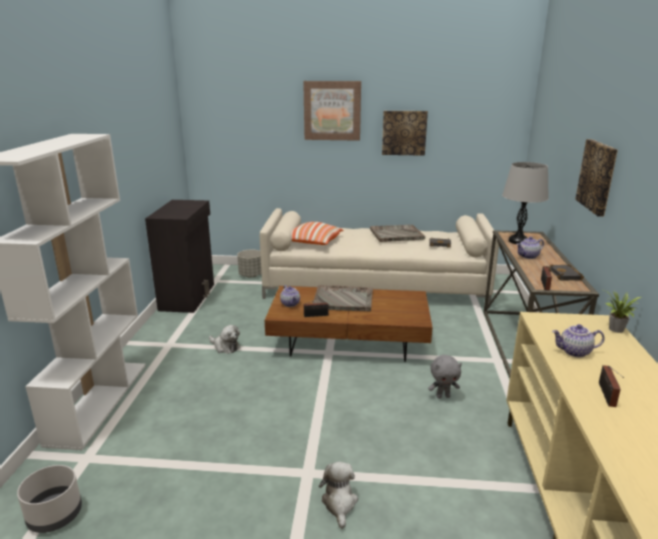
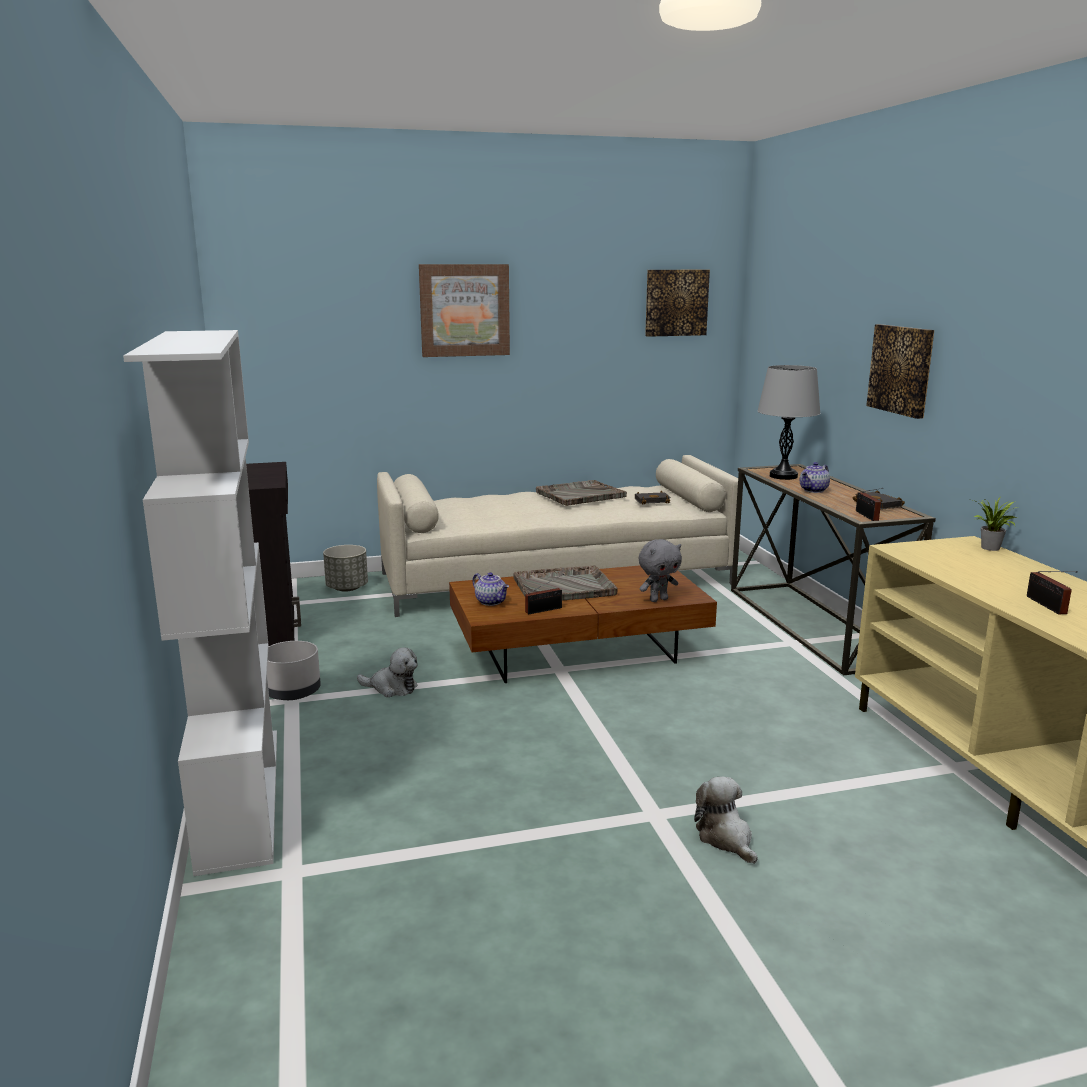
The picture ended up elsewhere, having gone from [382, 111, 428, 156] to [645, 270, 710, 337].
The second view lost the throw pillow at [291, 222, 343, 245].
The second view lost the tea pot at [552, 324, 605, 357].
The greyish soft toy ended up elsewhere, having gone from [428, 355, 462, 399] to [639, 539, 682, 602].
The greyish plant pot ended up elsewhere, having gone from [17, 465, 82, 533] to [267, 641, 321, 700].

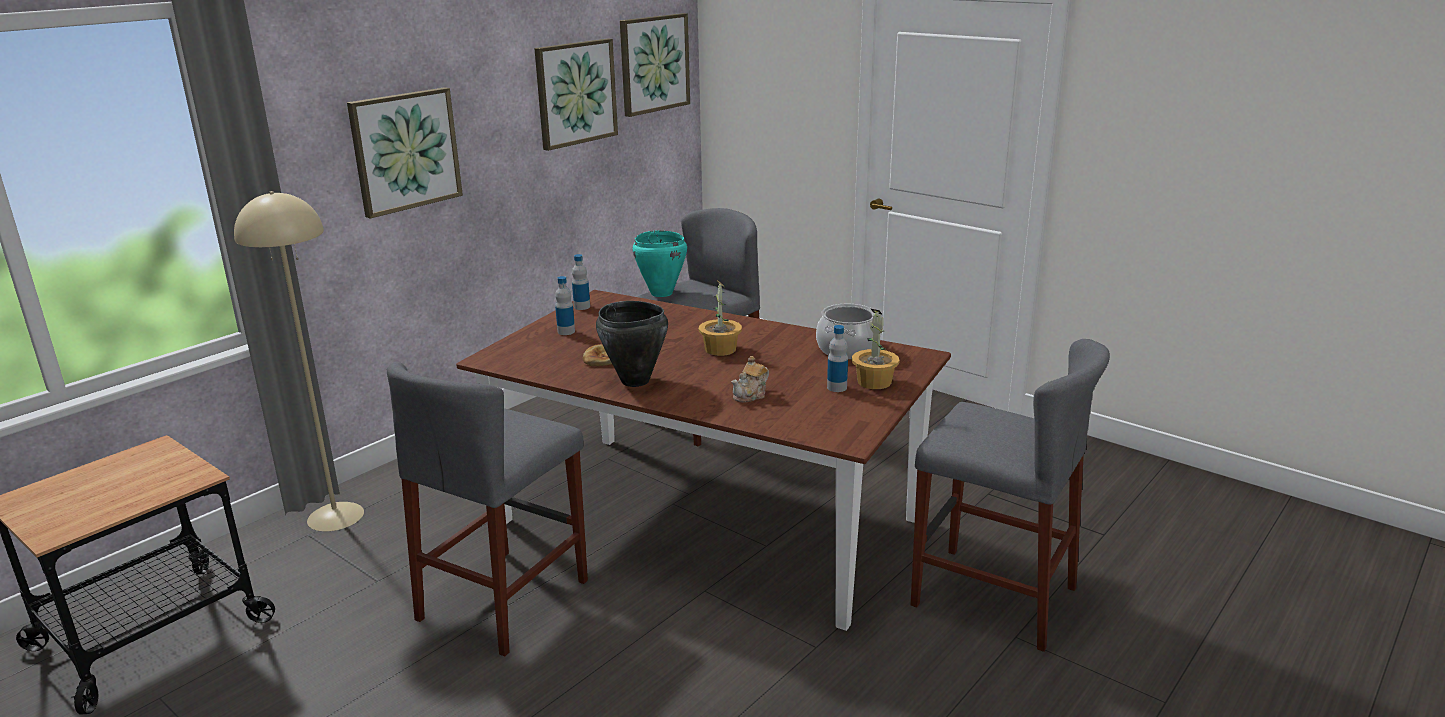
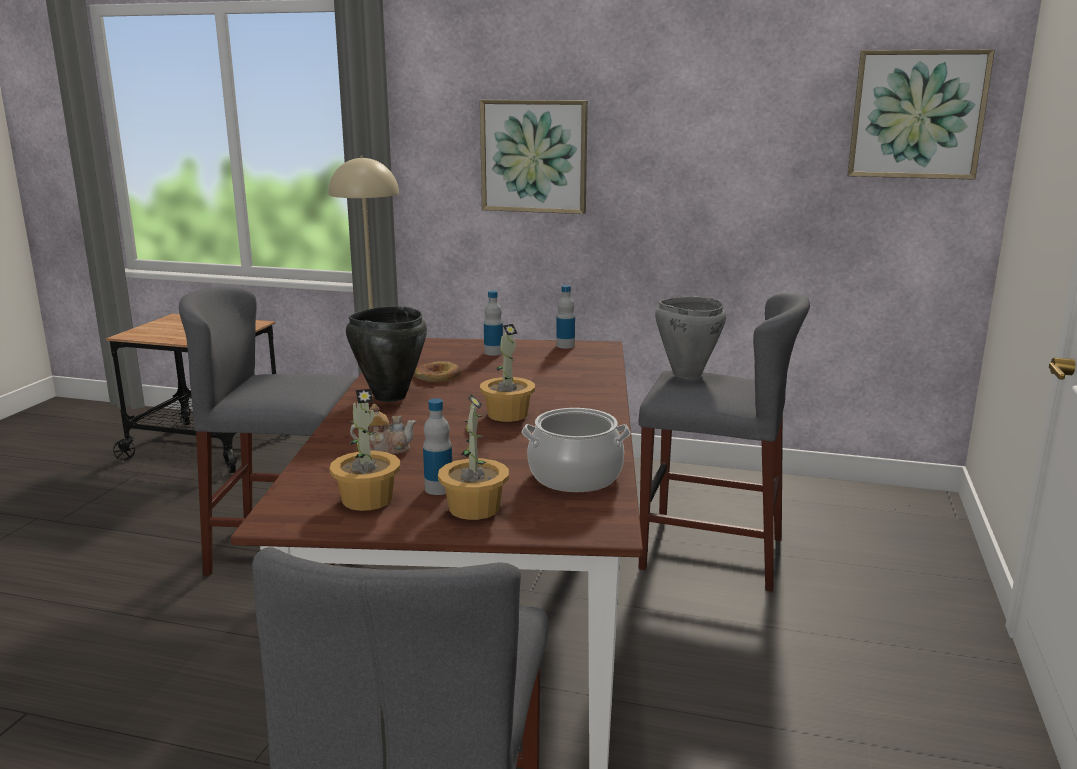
The second view lost the picture at [534, 38, 618, 151].
What was the turquoise-coloured cooking pot at [632, 230, 687, 297] turned into the greyish cooking pot at [655, 297, 726, 379].
The tea pot at [731, 356, 769, 403] ended up facing another way, 150 degrees clockwise from before.
The second view gained the houseplant at [329, 389, 400, 511].

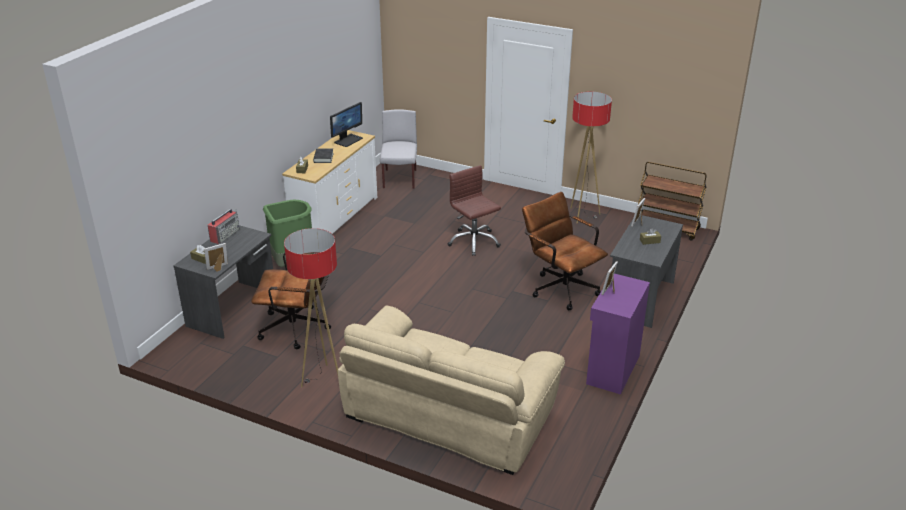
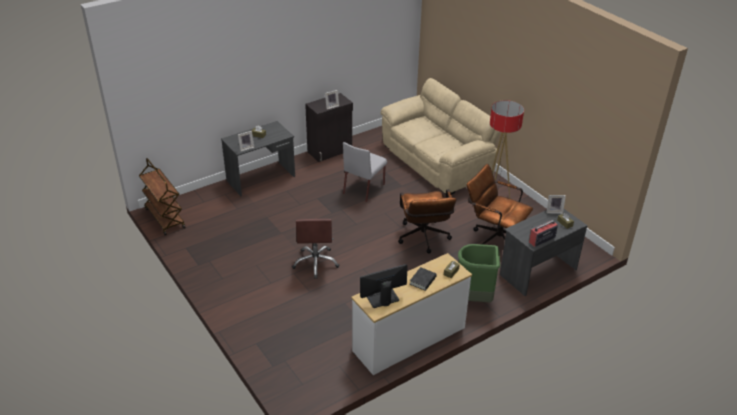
The second view lost the floor lamp at [570, 92, 612, 224].
The greyish chair ended up elsewhere, having gone from [380, 109, 417, 189] to [343, 142, 387, 202].
The brown-coloured office chair ended up elsewhere, having gone from [522, 192, 608, 310] to [398, 189, 456, 254].
What was the purplish cabinet at [586, 273, 650, 394] turned into the black cabinet at [305, 93, 353, 162].

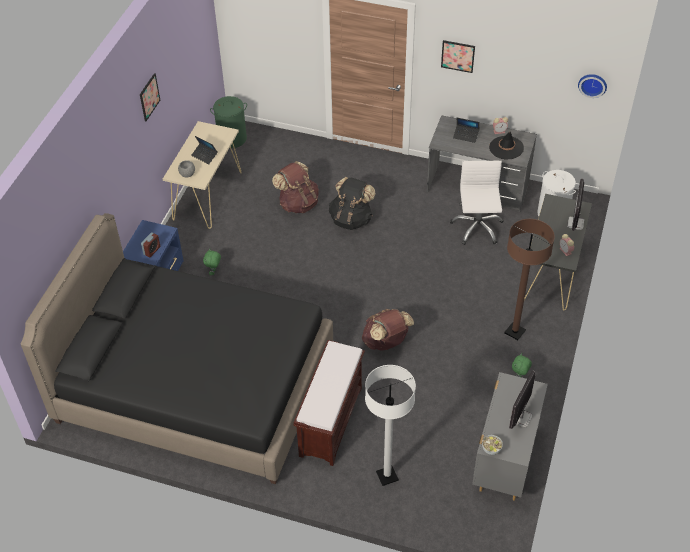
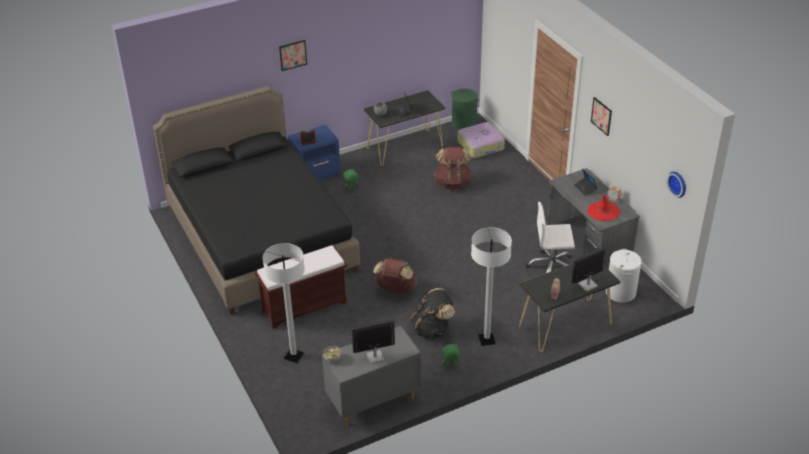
The picture ended up elsewhere, having gone from [140, 73, 160, 121] to [279, 40, 307, 71].
What was the beige narrow table at [163, 121, 242, 229] turned into the black narrow table at [364, 90, 445, 166].
What was the black wearable hat at [489, 131, 524, 159] turned into the red wearable hat at [587, 195, 620, 221].
The white-coloured office chair at [450, 161, 504, 245] ended up facing another way, 135 degrees counterclockwise from before.
The black rucksack ended up elsewhere, having gone from [329, 177, 376, 230] to [410, 288, 455, 339].
What was the brown-coloured floor lamp at [504, 219, 555, 340] turned into the white-coloured floor lamp at [471, 227, 512, 346].
The second view gained the travel case at [458, 122, 505, 158].

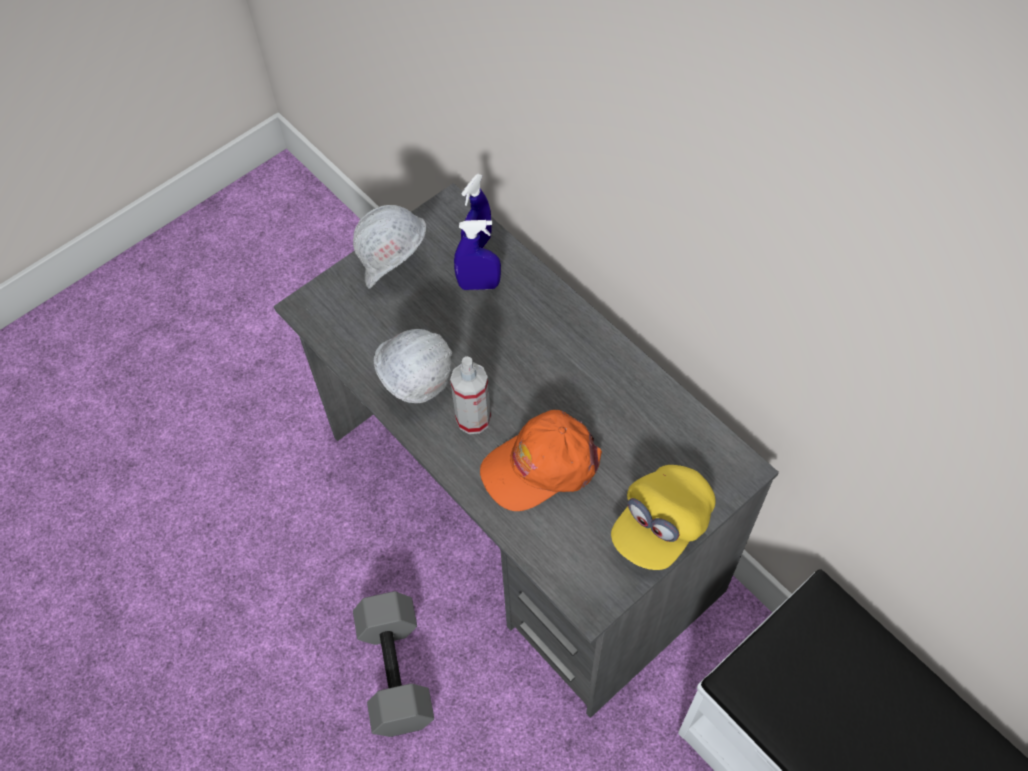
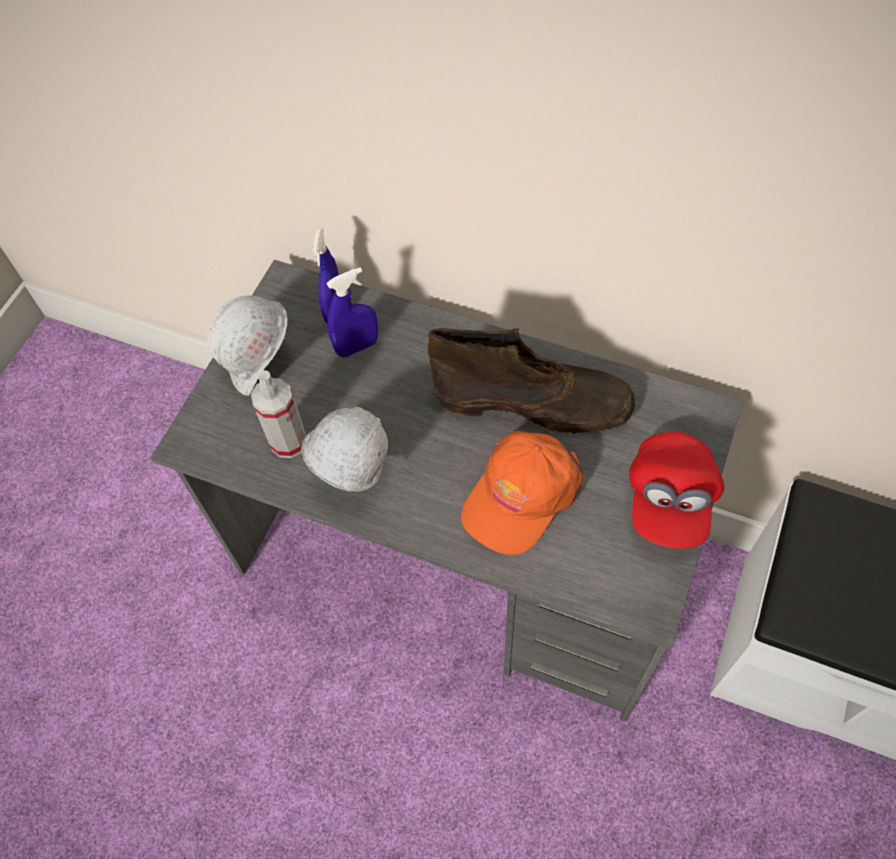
The hand sprayer ended up elsewhere, having gone from [450, 356, 491, 434] to [251, 370, 306, 458].
What was the yellowish cap at [611, 465, 715, 570] turned into the red cap at [629, 431, 724, 549].
The second view lost the greyish hand weight at [353, 591, 434, 737].
The second view gained the brown-coloured high-top boot at [428, 328, 635, 434].

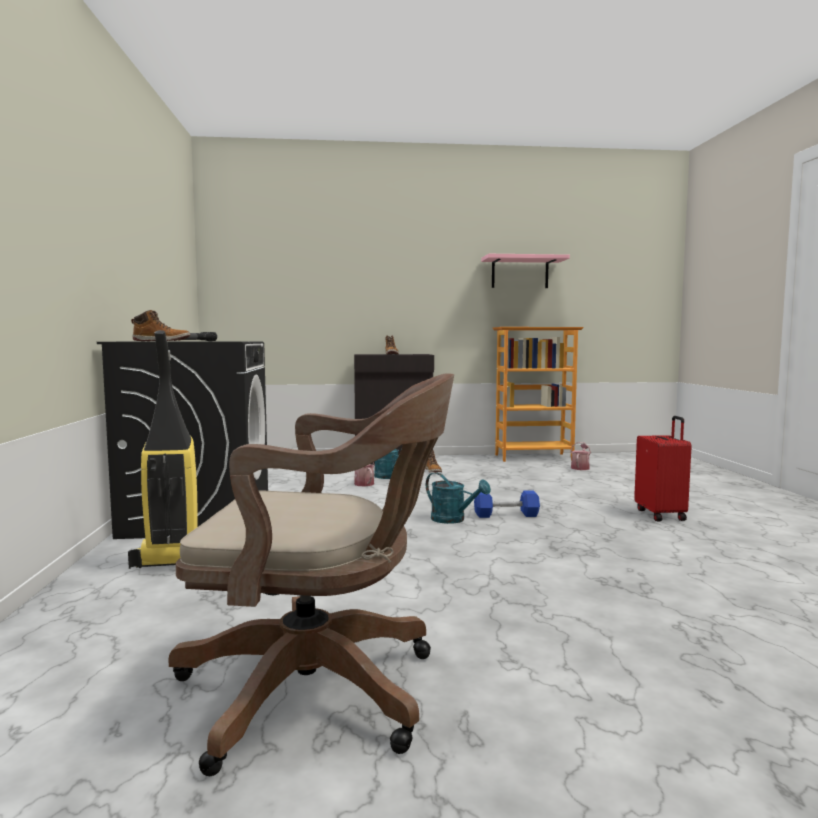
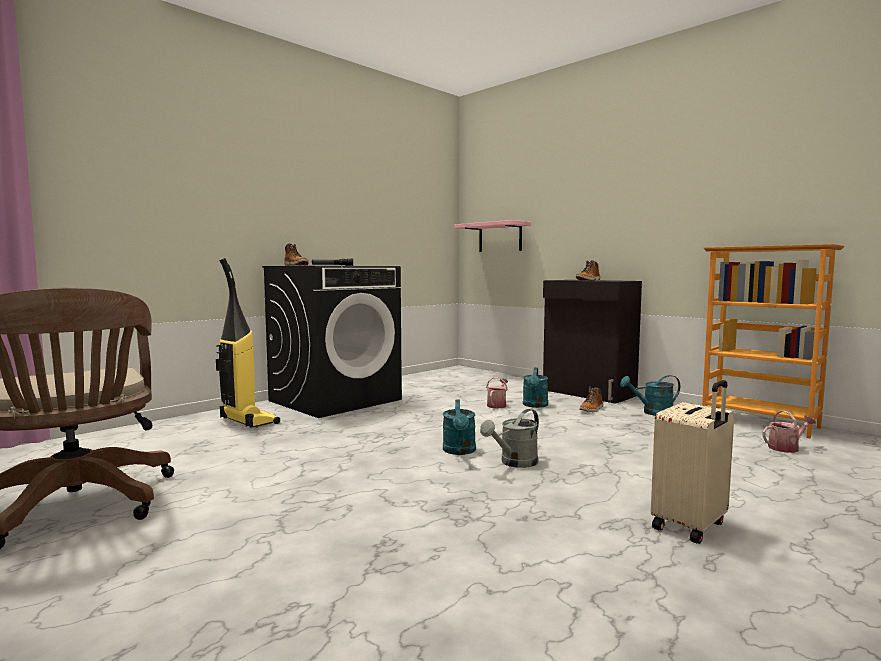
The pink bracket shelf ended up elsewhere, having gone from [481, 254, 570, 288] to [454, 220, 531, 252].
What was the red travel case at [634, 416, 692, 521] turned into the beige travel case at [651, 380, 734, 544].
Where the blue hand weight stood at [474, 490, 540, 518], the greyish watering can came to stand at [480, 409, 539, 468].
The second view gained the turquoise-coloured watering can at [620, 375, 680, 416].

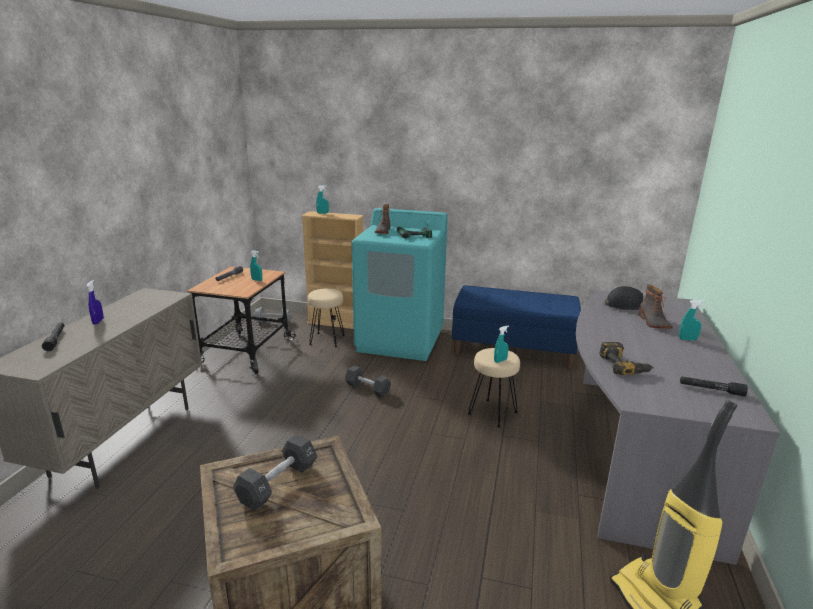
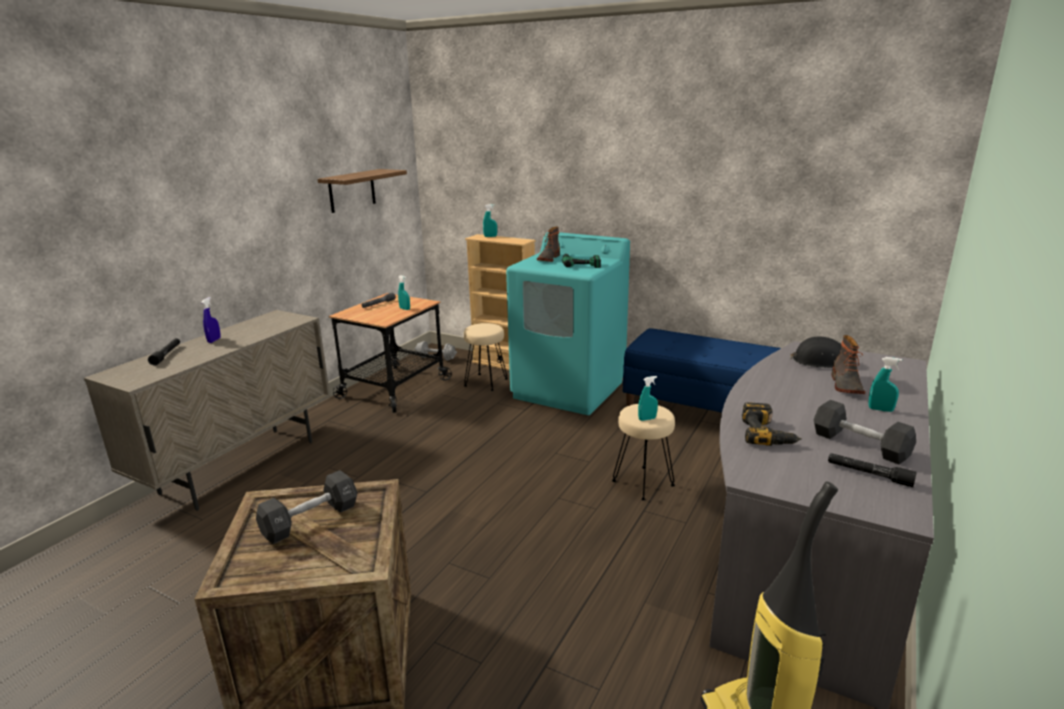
The black hand weight ended up elsewhere, having gone from [345, 365, 391, 397] to [814, 400, 916, 464].
The second view gained the bracket shelf at [318, 169, 407, 213].

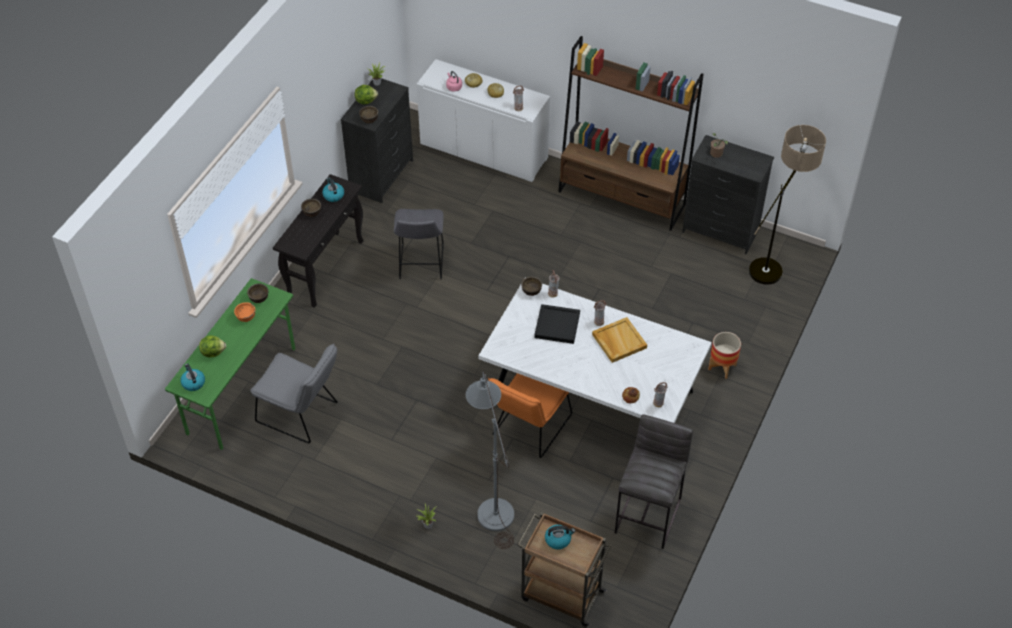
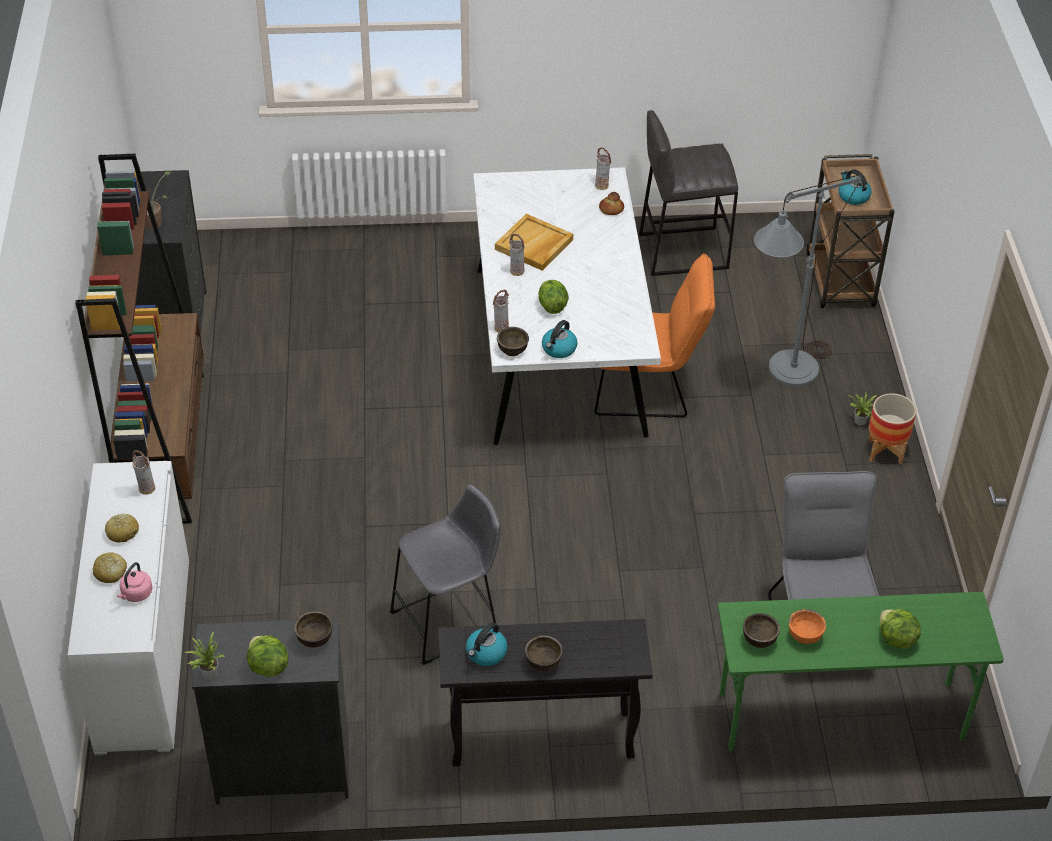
The second view lost the floor lamp at [749, 125, 826, 285].
Where the black serving tray stood at [534, 304, 580, 344], the lettuce head came to stand at [538, 280, 569, 314].
The plant pot ended up elsewhere, having gone from [708, 332, 741, 379] to [869, 393, 916, 464].
The kettle ended up elsewhere, having gone from [180, 364, 205, 391] to [542, 320, 578, 358].

